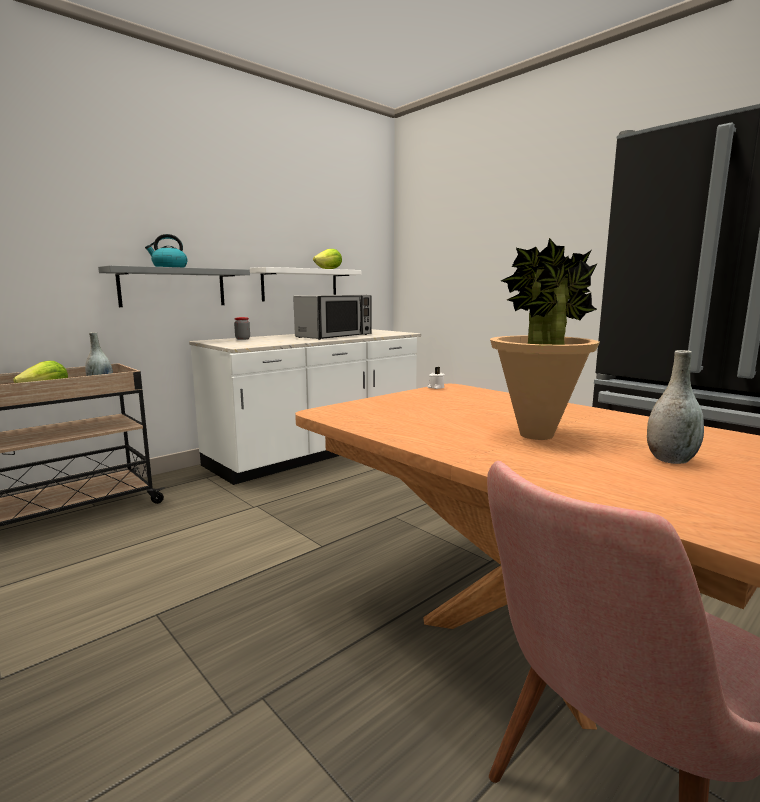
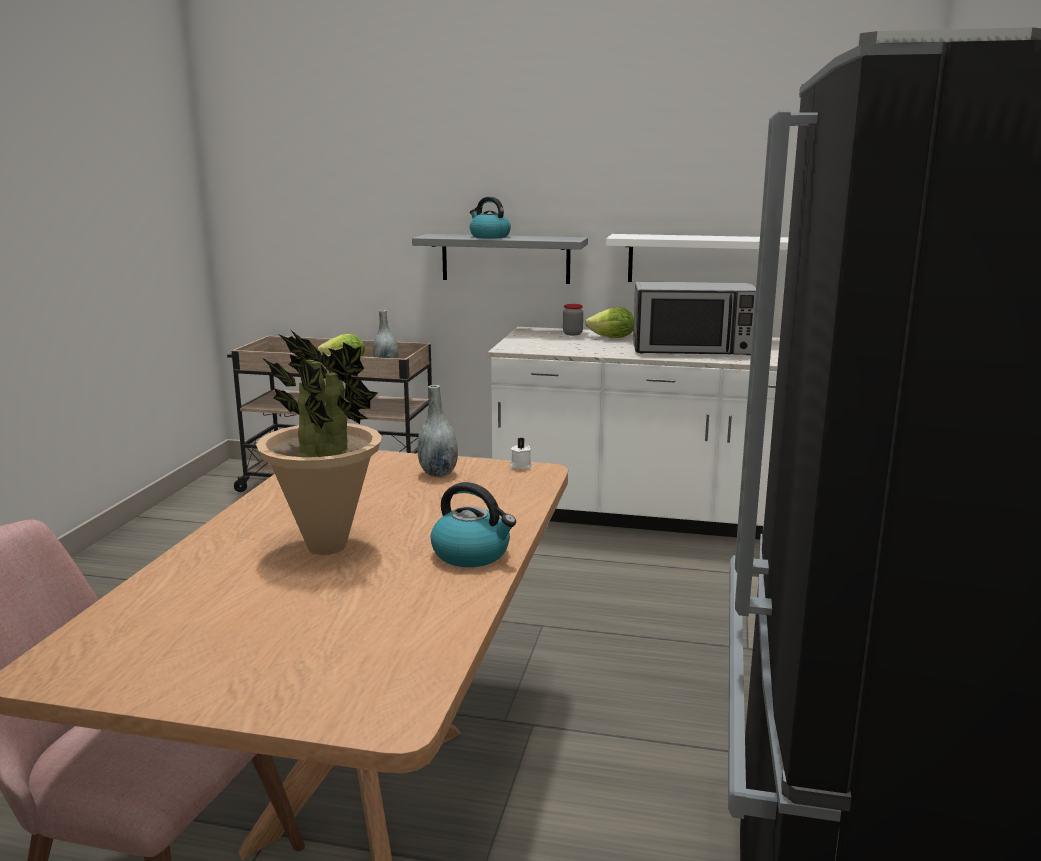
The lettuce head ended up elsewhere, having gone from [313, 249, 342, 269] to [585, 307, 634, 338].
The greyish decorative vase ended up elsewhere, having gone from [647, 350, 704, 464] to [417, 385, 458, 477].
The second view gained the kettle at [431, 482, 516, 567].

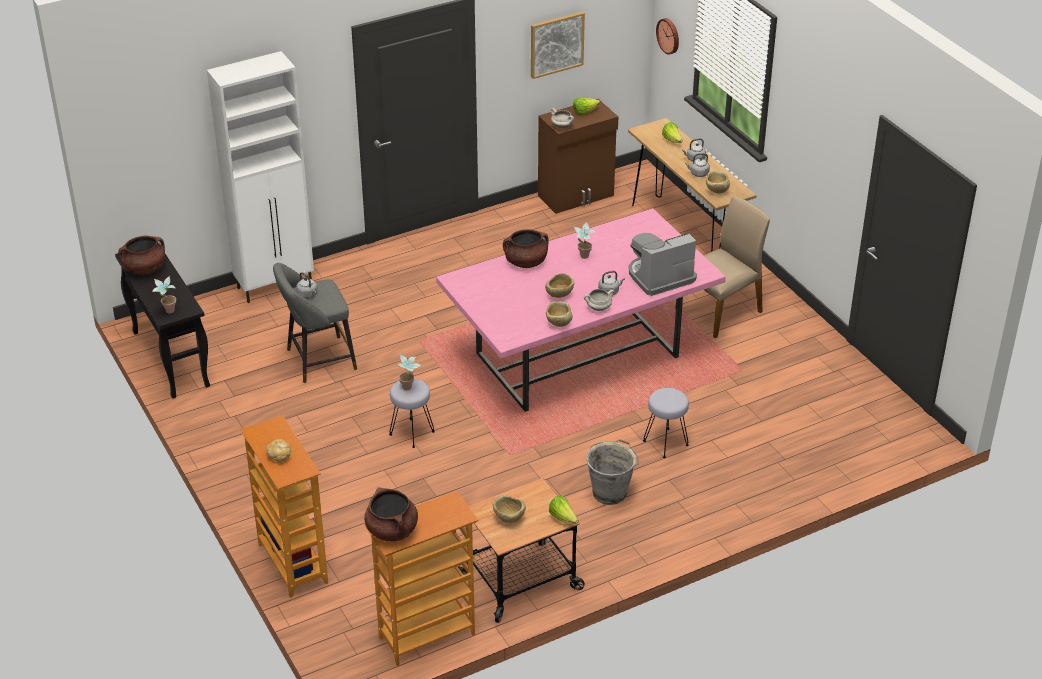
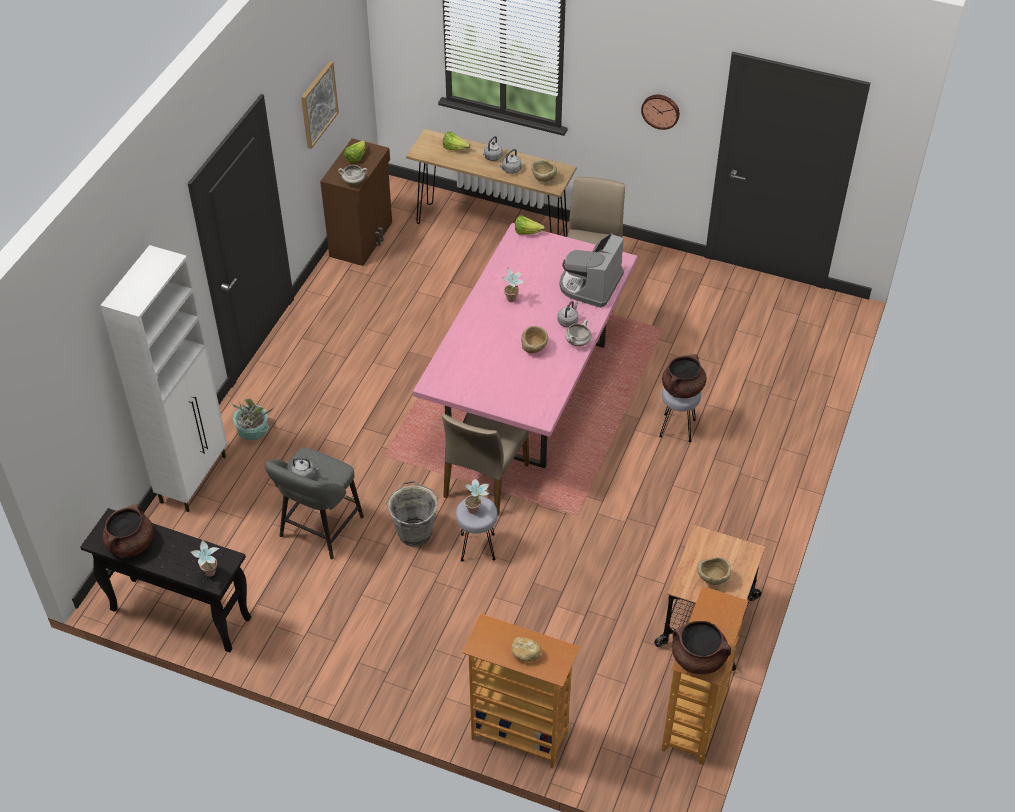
The hanging clock ended up elsewhere, having gone from [656, 18, 679, 55] to [641, 95, 680, 130].
The brown-coloured cooking pot ended up elsewhere, having gone from [503, 229, 549, 268] to [662, 354, 706, 398].
The second view lost the beige bowl at [546, 301, 573, 327].
The greyish water bucket ended up elsewhere, having gone from [586, 439, 639, 505] to [386, 481, 439, 547].
The lettuce head ended up elsewhere, having gone from [549, 495, 579, 524] to [515, 215, 545, 235].
The second view gained the houseplant at [232, 399, 275, 440].
The second view gained the beige chair at [442, 412, 529, 515].

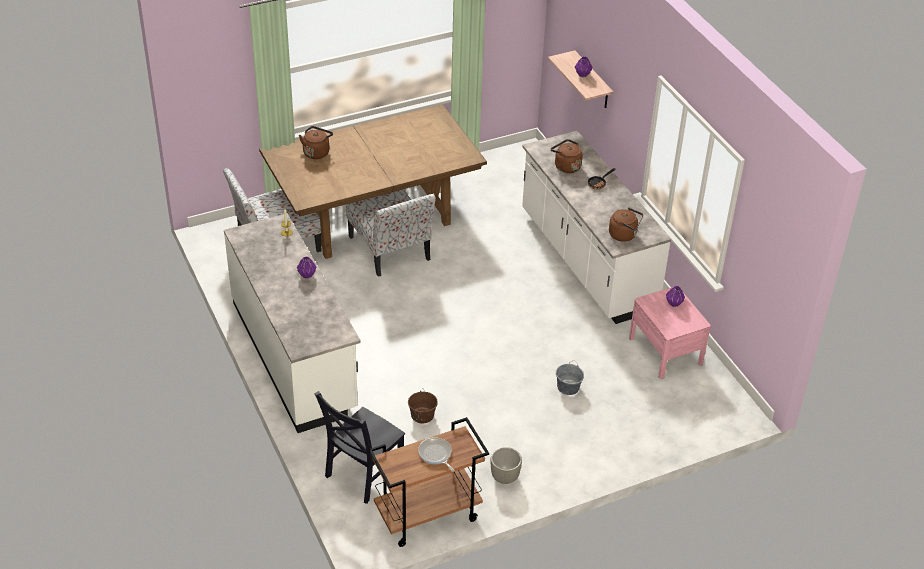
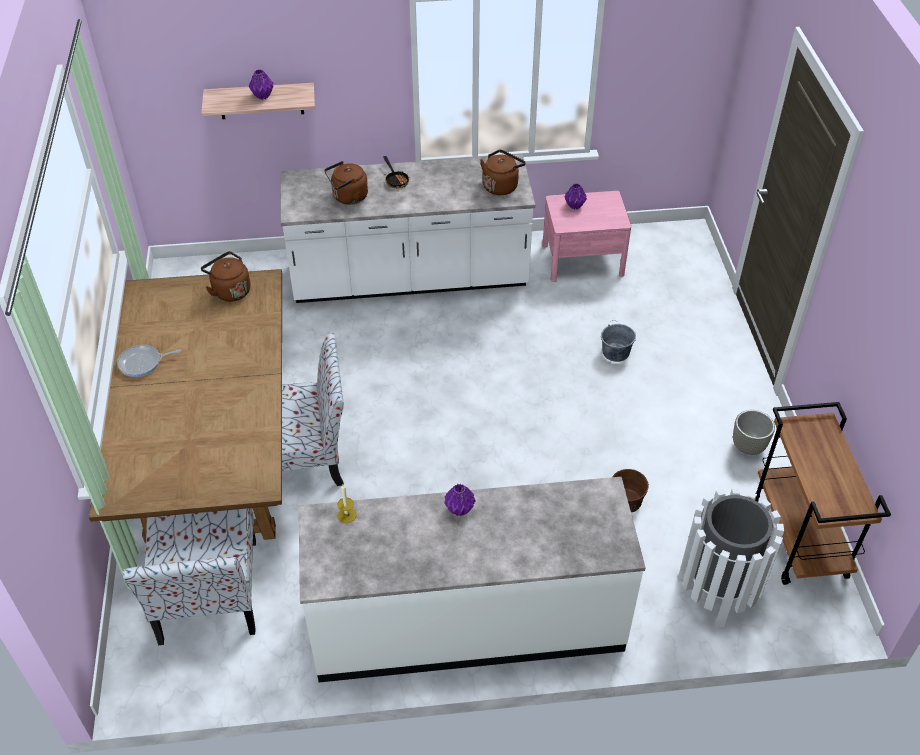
The brown-coloured kettle ended up elsewhere, having gone from [299, 126, 333, 159] to [201, 251, 250, 302].
Where the black chair stood at [314, 391, 405, 504], the white-coloured trash can came to stand at [678, 488, 784, 627].
The frying pan ended up elsewhere, having gone from [418, 437, 454, 472] to [117, 345, 181, 377].

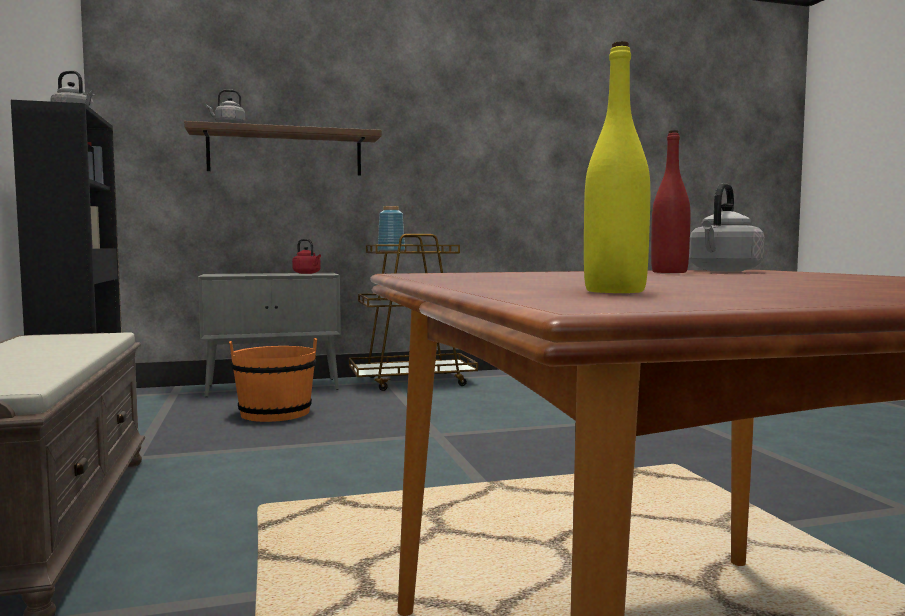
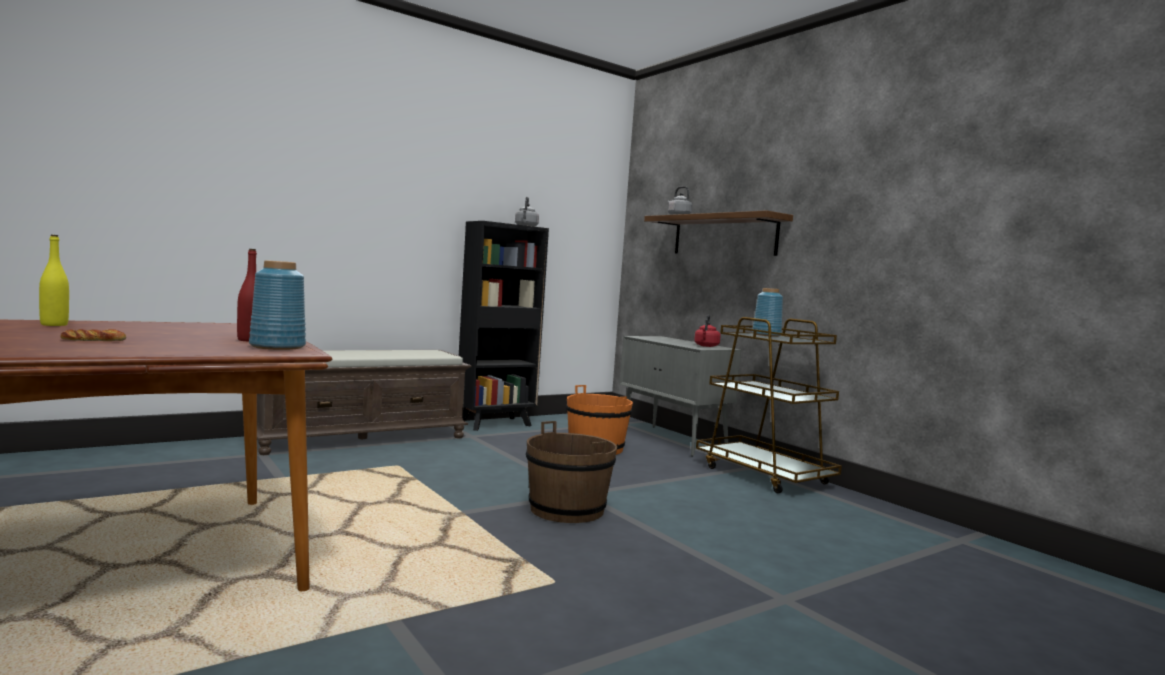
Where the greyish kettle stood at [689, 183, 765, 271], the blue decorative vase came to stand at [249, 260, 306, 350].
The second view gained the bakery bread at [61, 329, 126, 341].
The second view gained the brown-coloured water bucket at [526, 421, 617, 523].

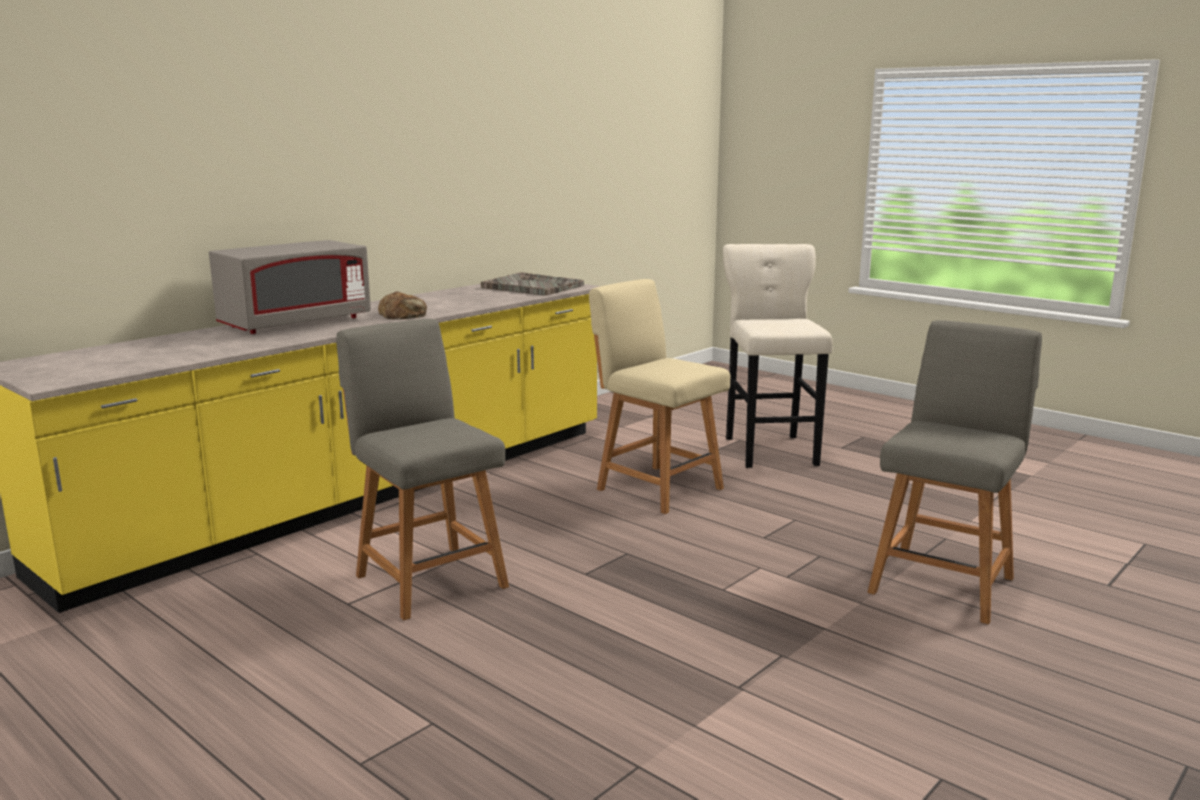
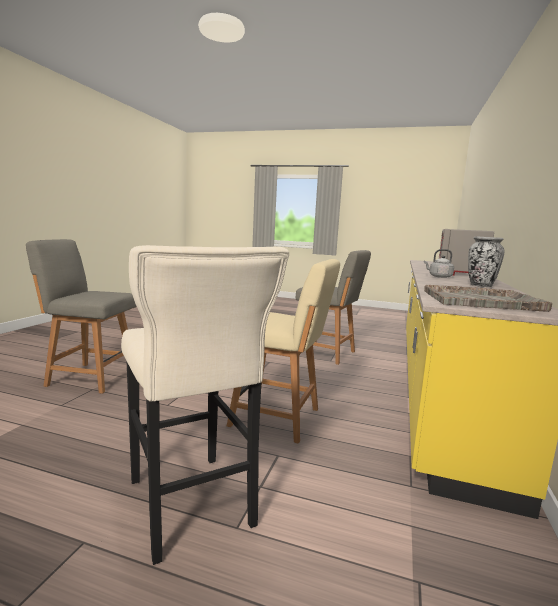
Where the bakery bread stood at [378, 291, 427, 320], the greyish kettle came to stand at [424, 249, 454, 278].
The greyish chair at [868, 320, 1042, 624] ended up facing another way, 90 degrees clockwise from before.
The second view gained the decorative vase at [468, 236, 504, 287].

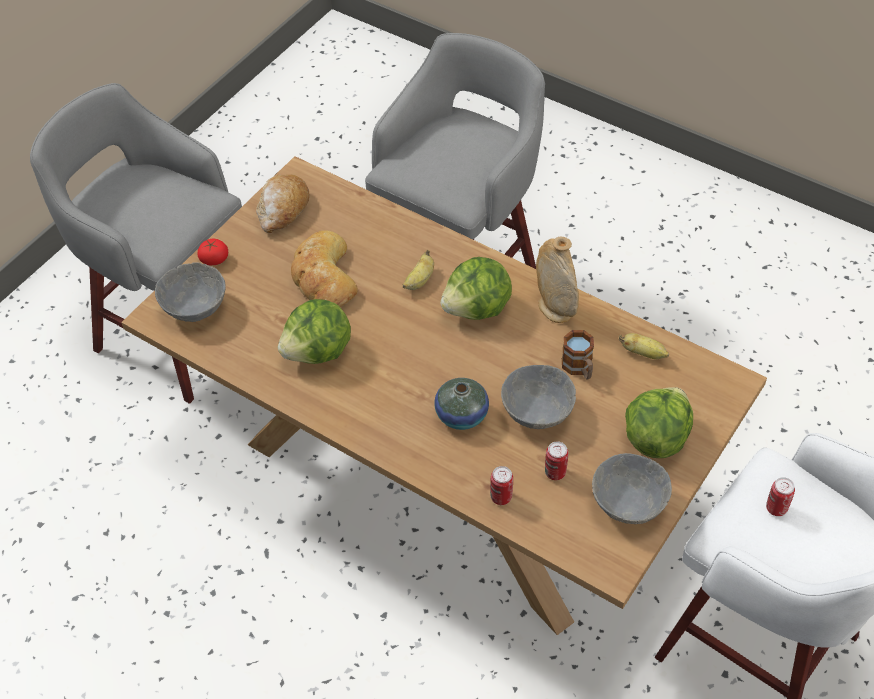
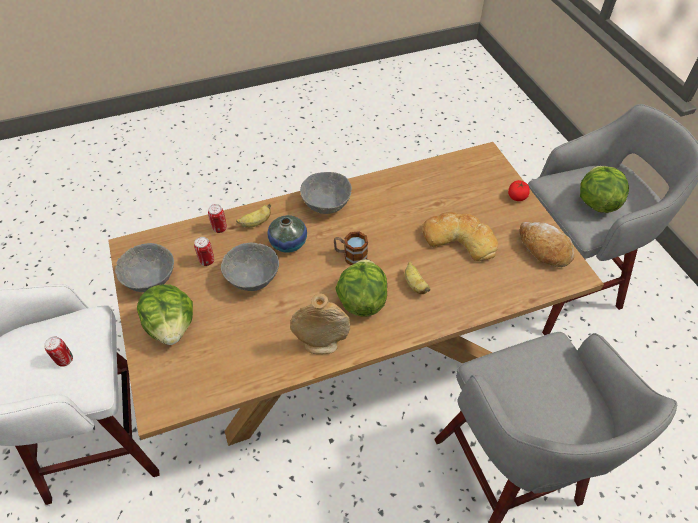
The greyish bowl ended up elsewhere, having gone from [155, 262, 225, 322] to [300, 172, 352, 214].
The lettuce head ended up elsewhere, having gone from [278, 299, 351, 364] to [580, 166, 629, 213].
The mug ended up elsewhere, having gone from [562, 330, 594, 380] to [334, 231, 368, 265].
The banana fruit ended up elsewhere, having gone from [619, 333, 669, 359] to [236, 203, 271, 228].

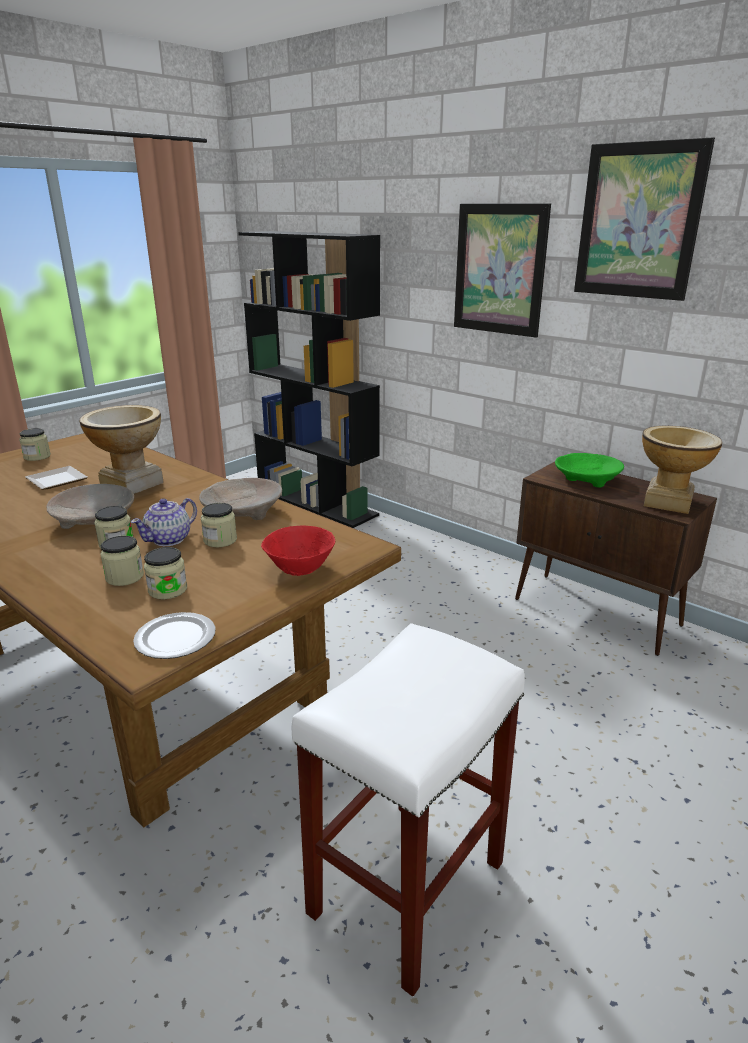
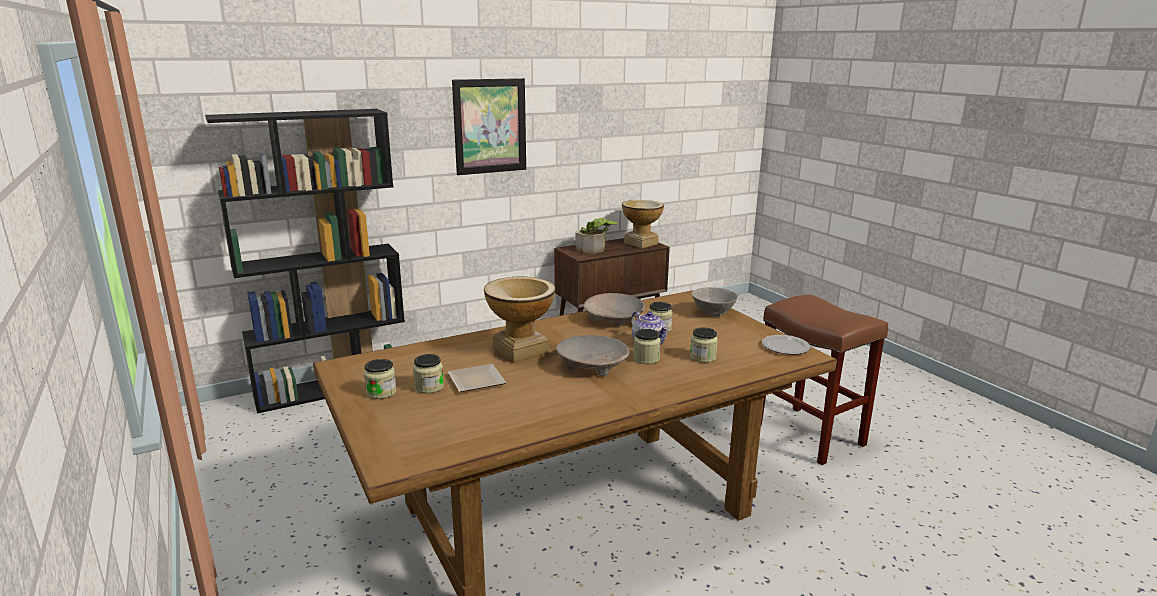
The second view lost the picture at [574, 137, 715, 301].
Where the green bowl stood at [555, 453, 624, 488], the houseplant came to stand at [576, 217, 618, 254].
What was the red bowl at [261, 525, 335, 576] turned into the greyish bowl at [692, 287, 738, 317].
The jar ended up elsewhere, having gone from [144, 547, 187, 599] to [413, 354, 444, 394].
What was the white-coloured sitting stool at [291, 623, 525, 997] turned into the brown-coloured sitting stool at [761, 295, 888, 465].

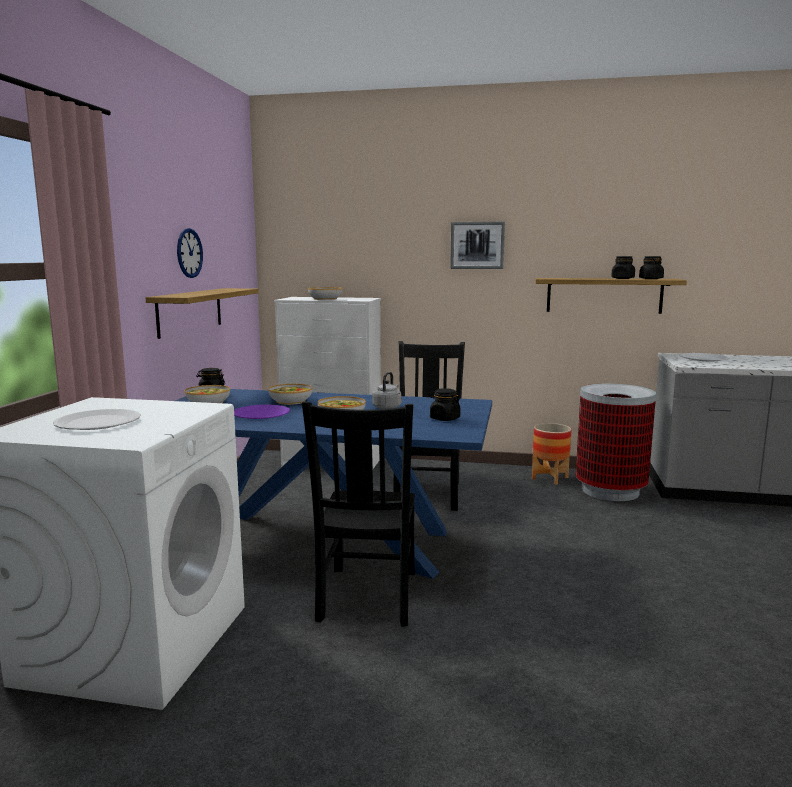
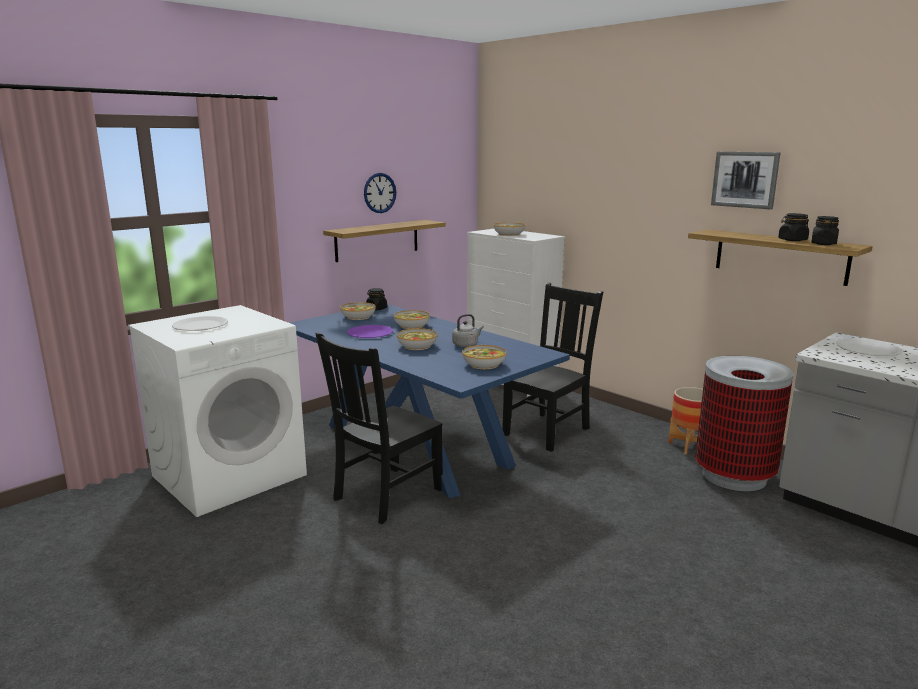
The picture ended up elsewhere, having gone from [450, 222, 505, 269] to [711, 152, 781, 209].
Where the black jar stood at [430, 388, 461, 421], the bowl came to stand at [462, 345, 506, 369].

